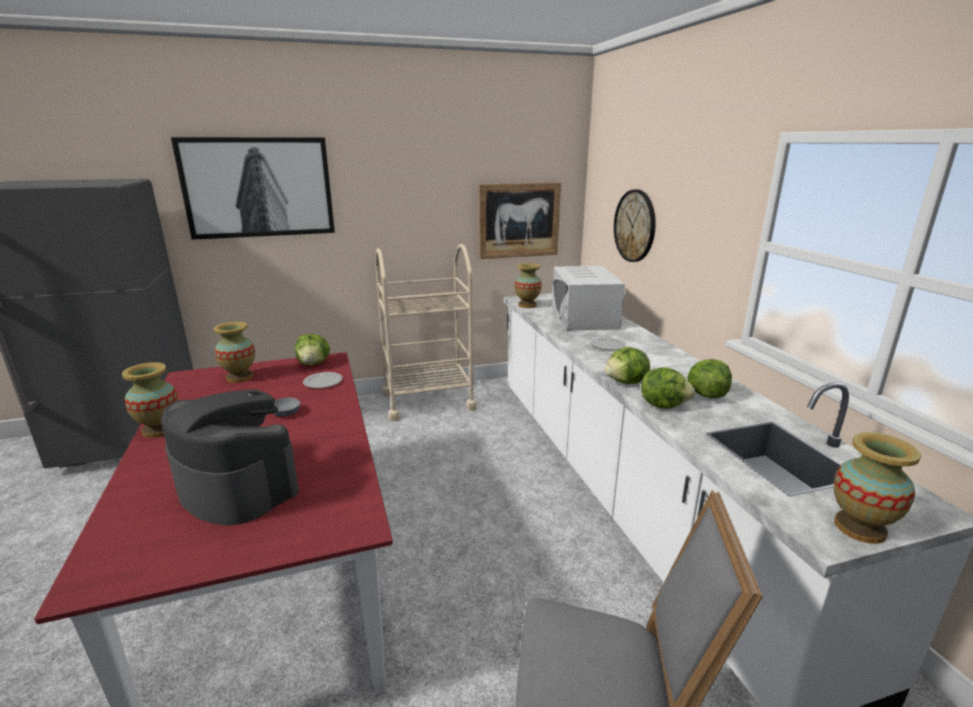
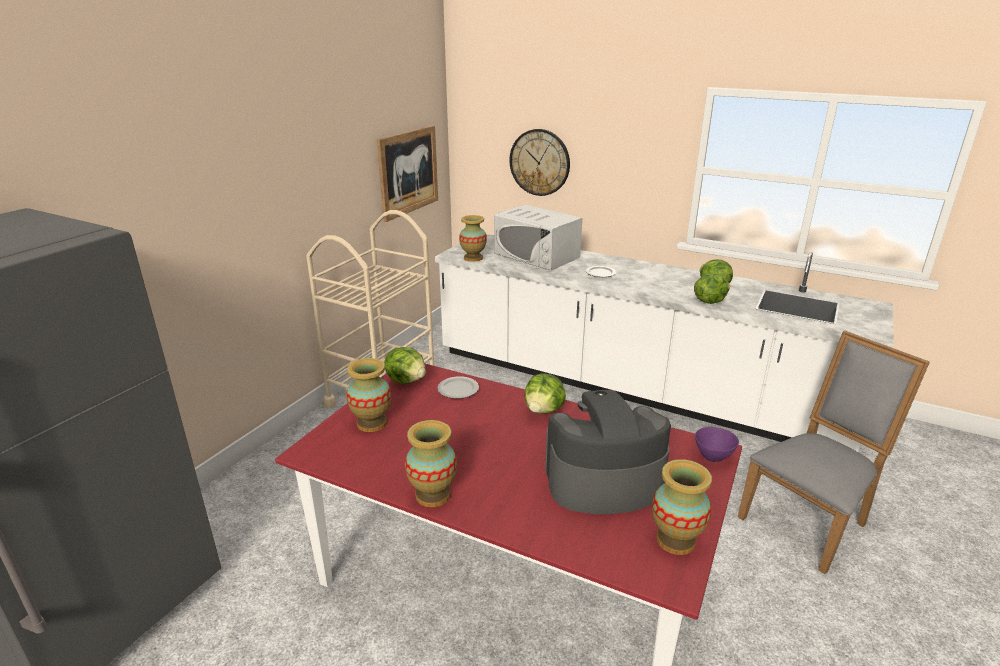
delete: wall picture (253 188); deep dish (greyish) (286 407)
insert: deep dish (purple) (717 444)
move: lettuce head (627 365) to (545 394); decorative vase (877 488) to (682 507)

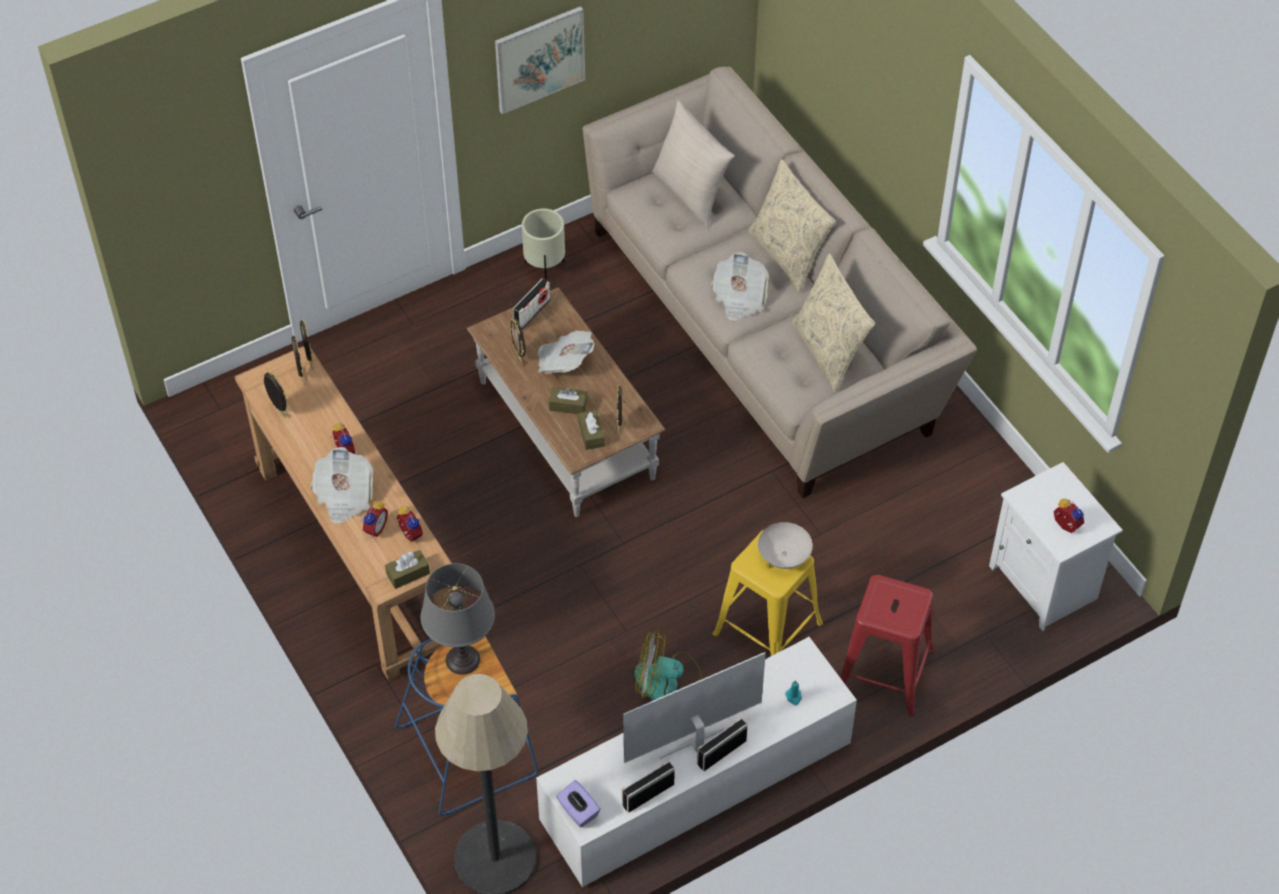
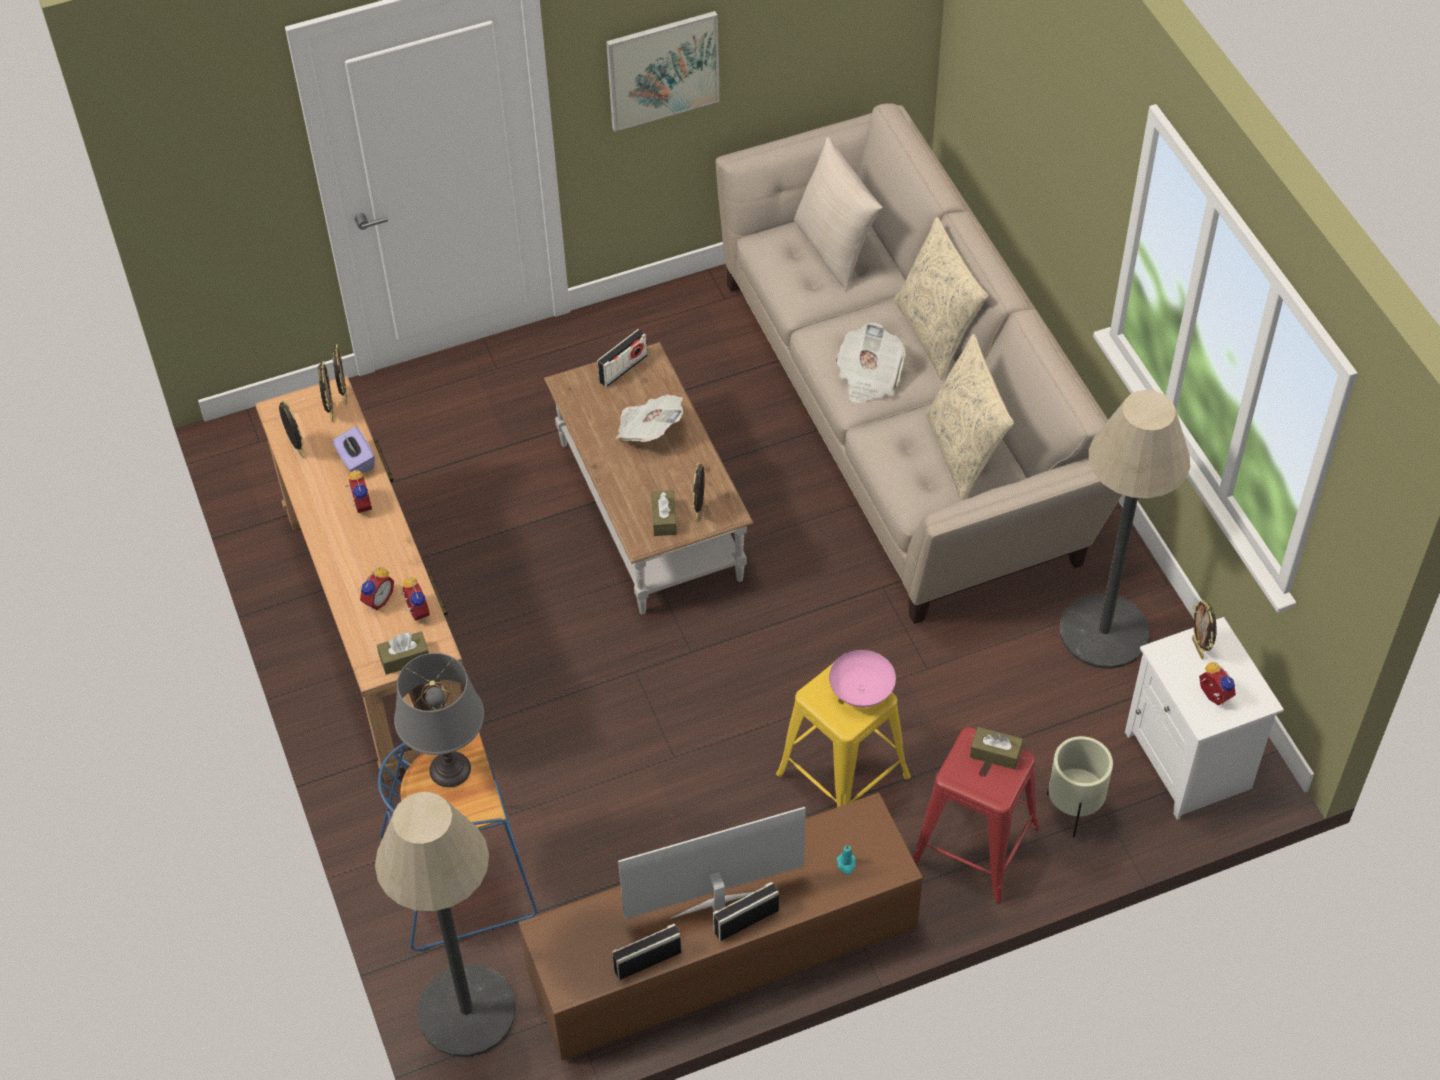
delete: printed paper (342 485); fan (668 665)
insert: standard lamp (1125 529)
move: flower pot (beige-coloured) (543 244) to (1080 786); picture frame (517 341) to (1204 630); tissue box (brown) (568 400) to (996 748); tissue box (purple) (578 804) to (353 449)
recolor: deep dish (white-coloured) (785 545) to deep dish (pinkish) (862 678); media console (white-coloured) (696 762) to media console (brown) (720 926)

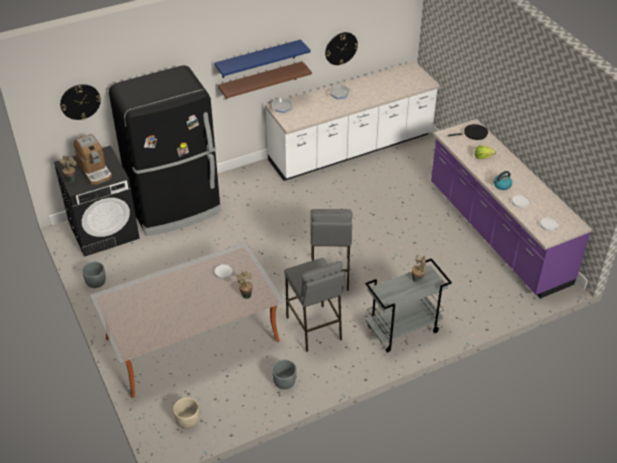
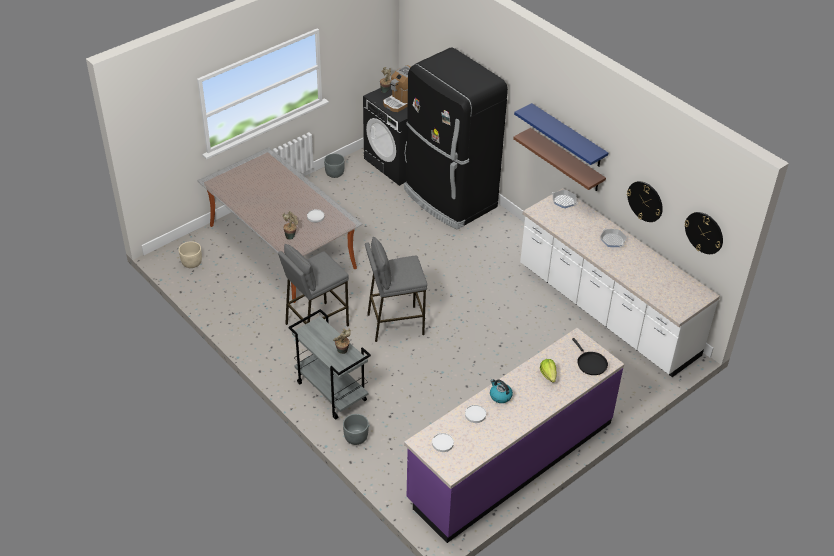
move: hanging clock (80 102) to (703 233); flower pot (greyish) (284 374) to (356 429)

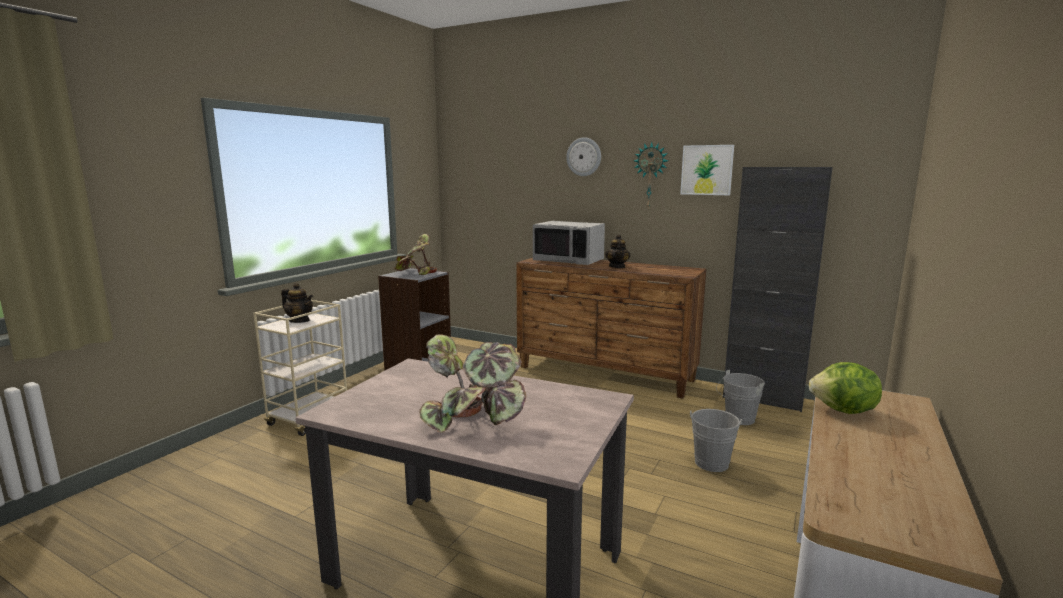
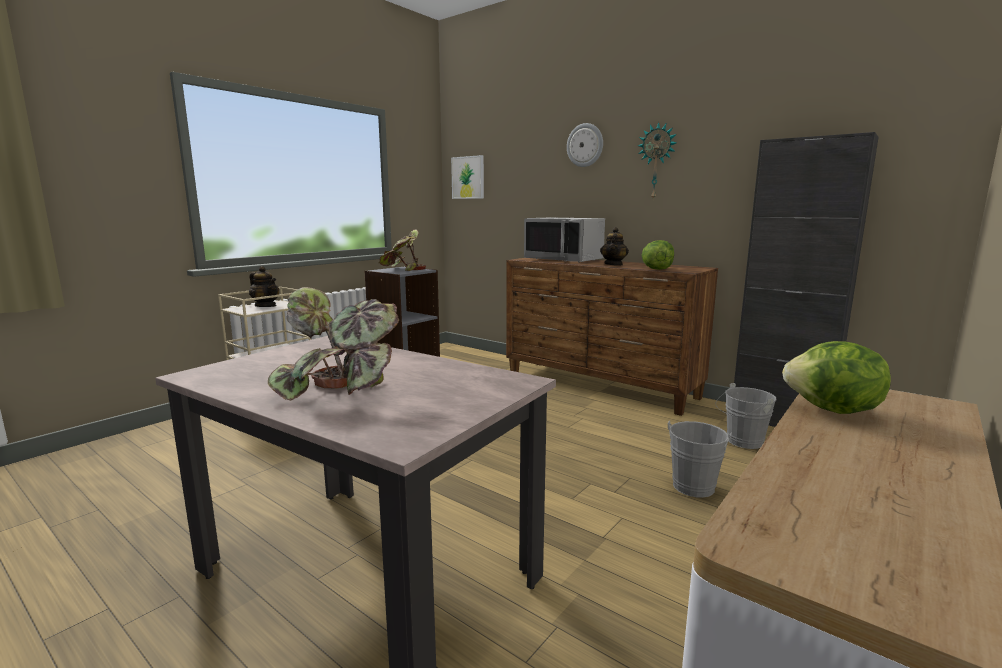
insert: lettuce head (658 255)
move: wall picture (707 170) to (467 177)

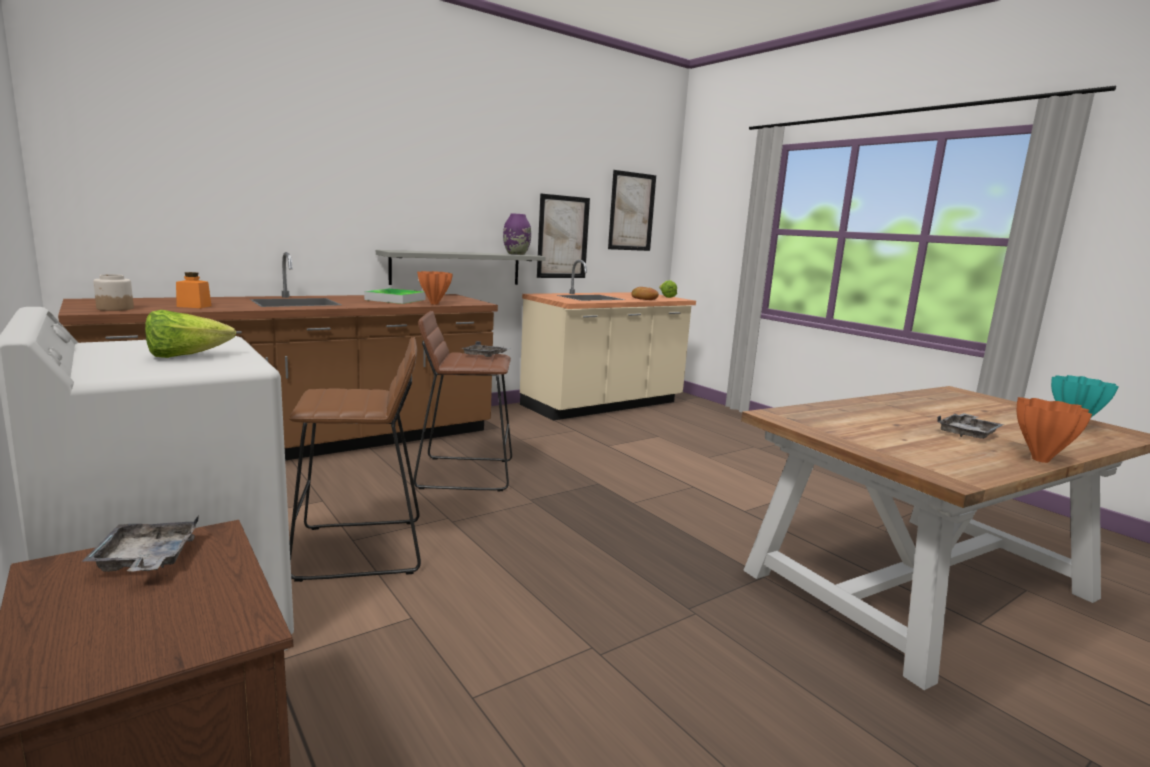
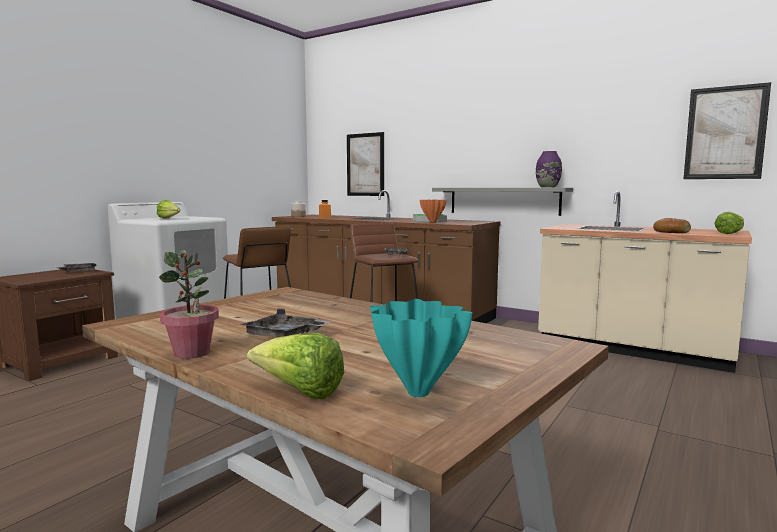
insert: lettuce head (295 366)
move: wall picture (563 235) to (365 164)
replace: decorative vase (orangey) (1054 430) to houseplant (189 304)

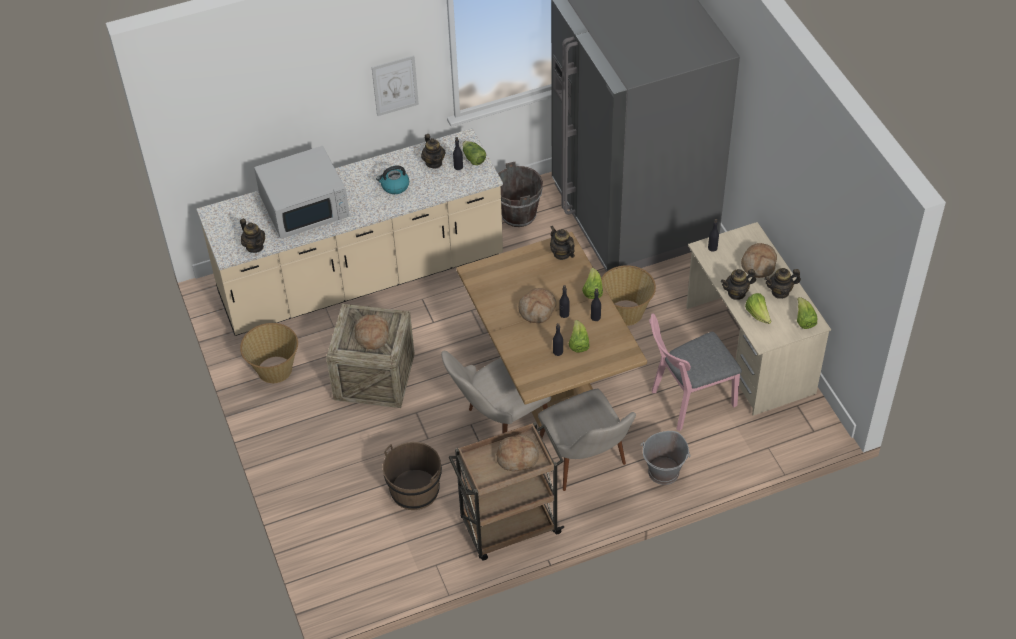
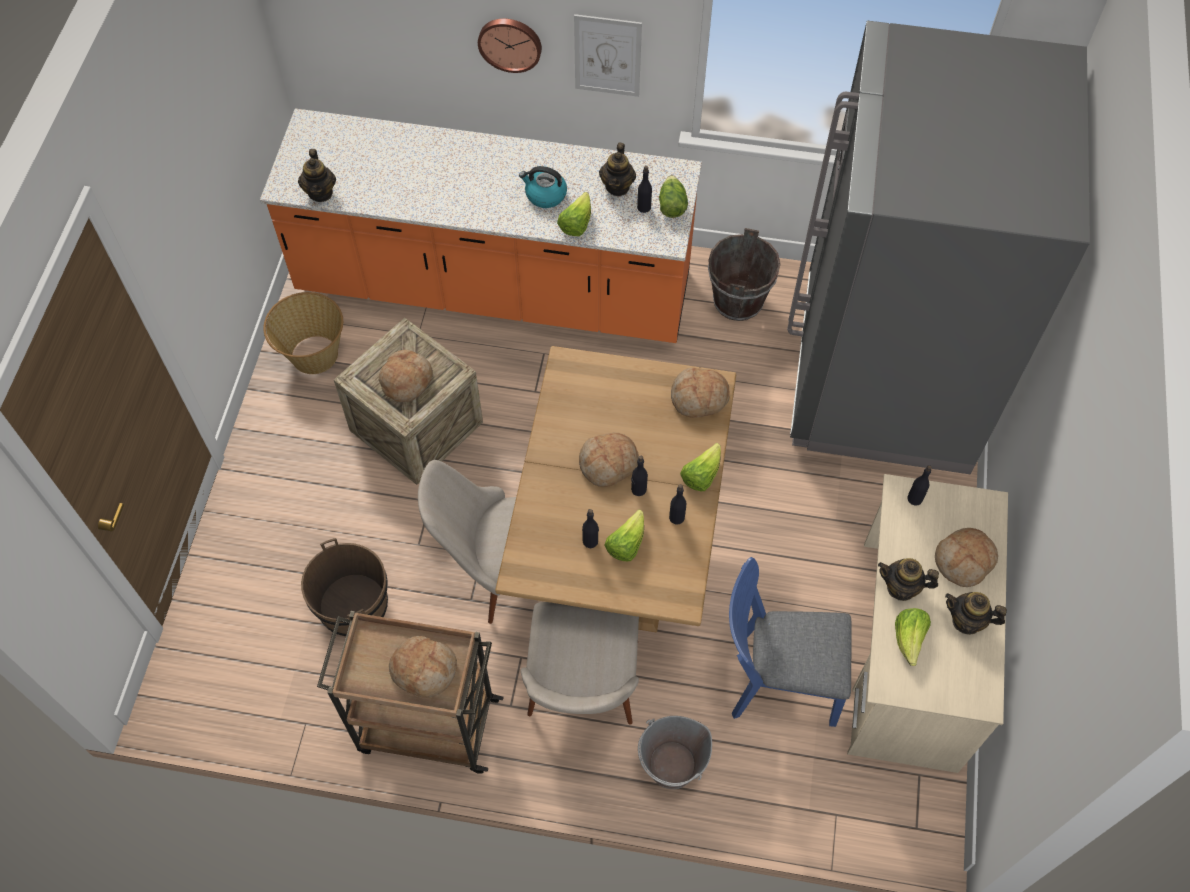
delete: microwave oven (white-coloured) (302 192); storage basket (628 295)
insert: hanging clock (510 46)
move: lettuce head (807 313) to (574 214)
replace: teapot (562 243) to bread (700 393)
recolor: kitchen counter (beige-coloured) (349 232) to kitchen counter (orangey) (481 225); upright chair (pinkish) (695 372) to upright chair (blue-coloured) (790 642)

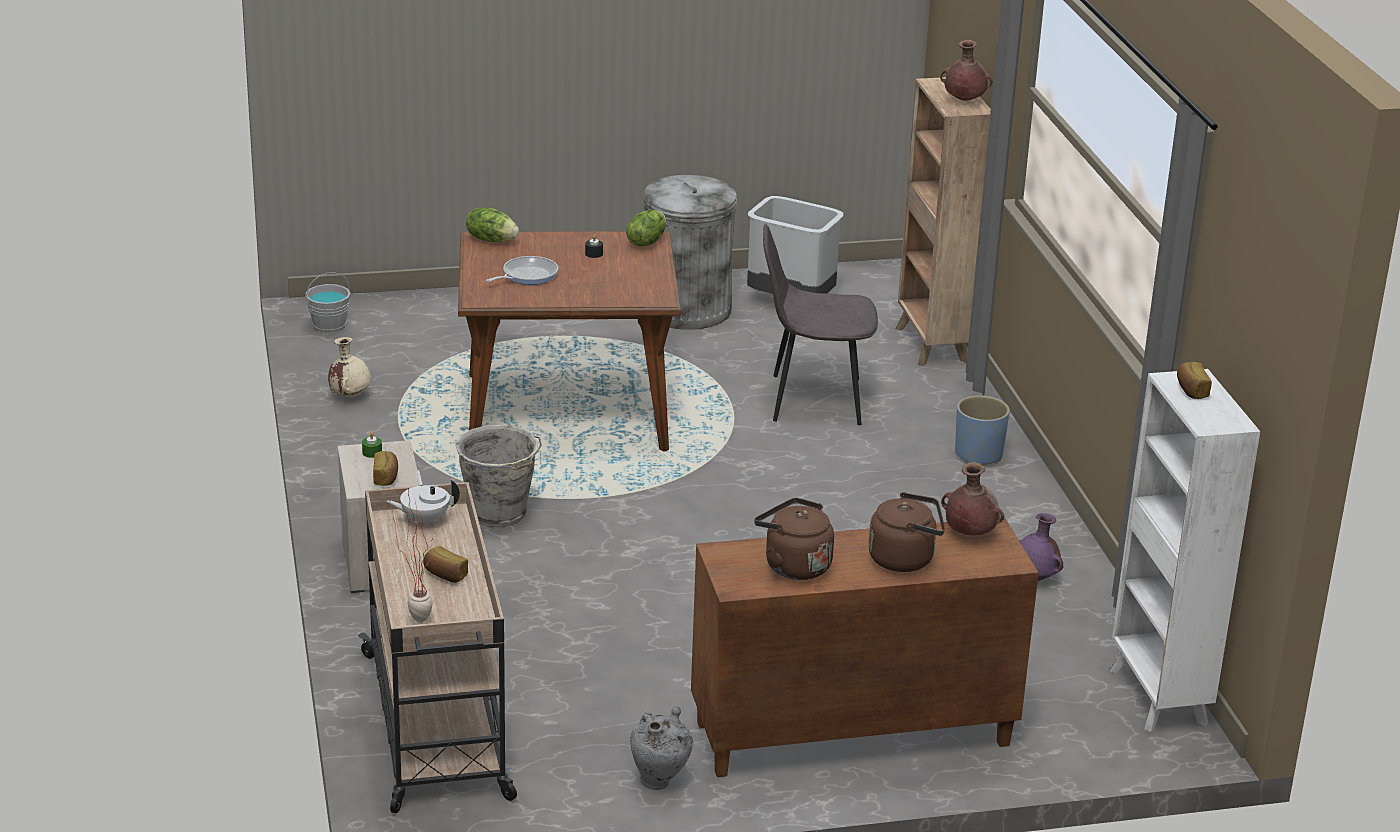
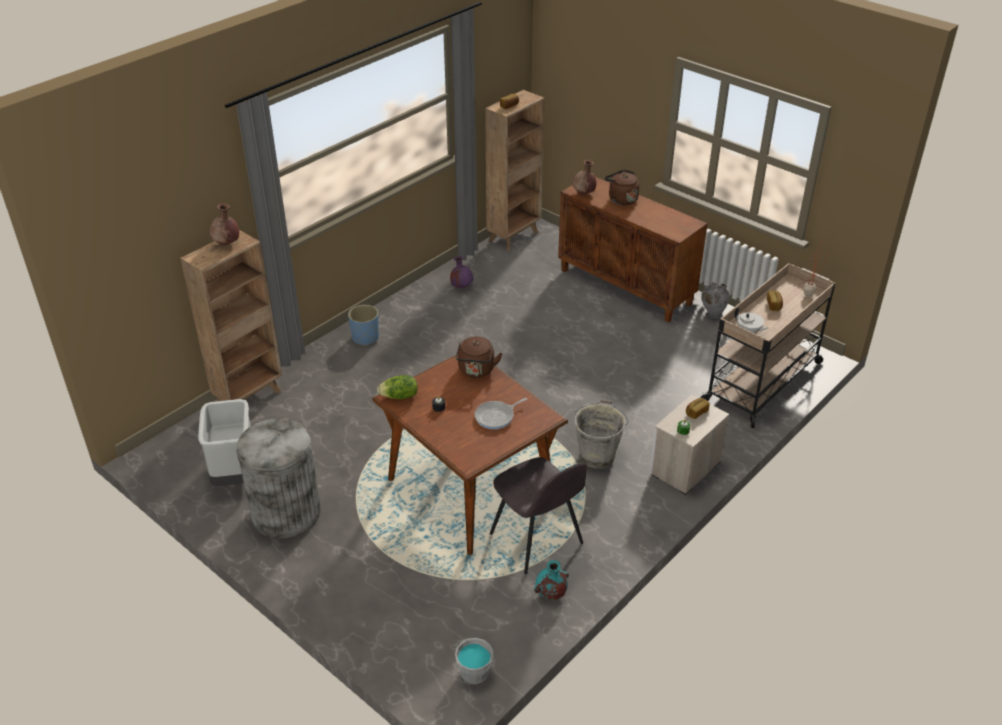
delete: lettuce head (492 225)
move: upright chair (greyish) (820 324) to (538 515); kettle (brown) (794 539) to (479 357)
recolor: decorative vase (beige-coloured) (349 367) to decorative vase (blue-green) (551 580); bookcase (white-coloured) (1184 550) to bookcase (brown) (514 170)
rotate: pan (522 270) = (501 413) 45 degrees counterclockwise

